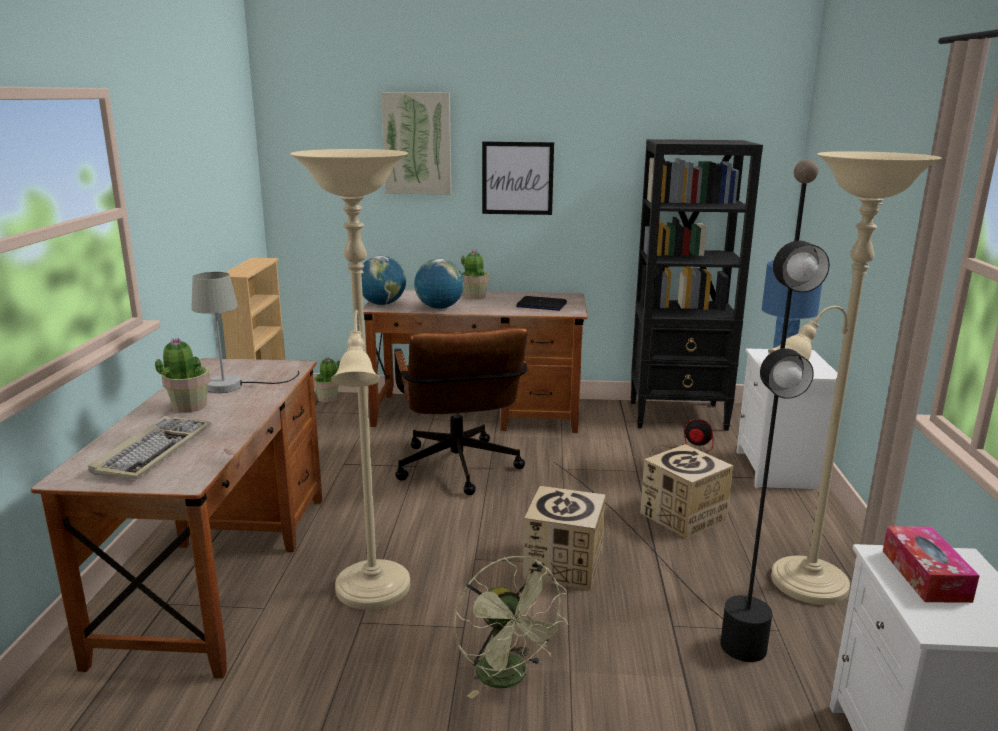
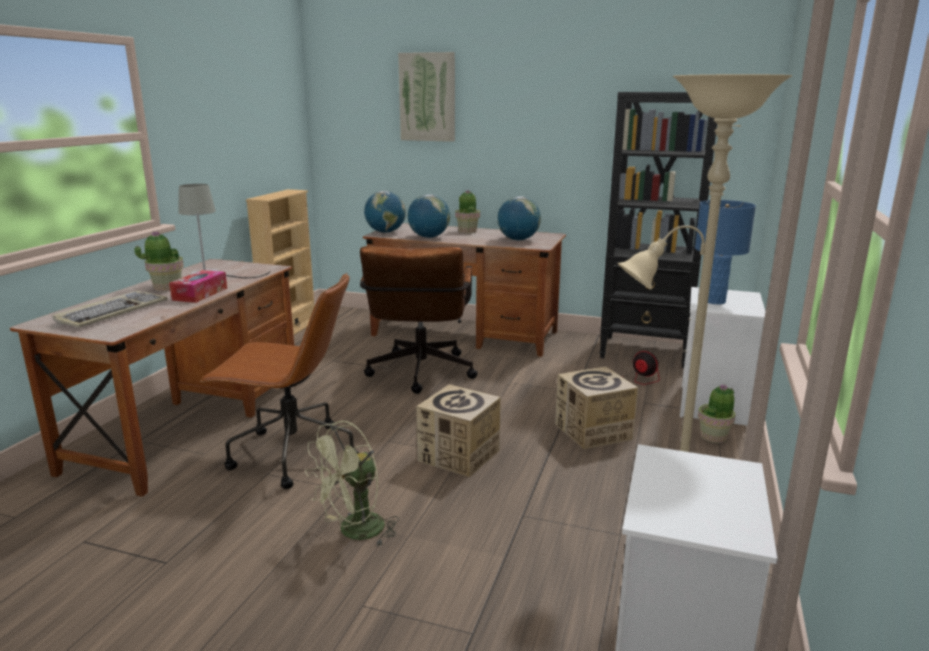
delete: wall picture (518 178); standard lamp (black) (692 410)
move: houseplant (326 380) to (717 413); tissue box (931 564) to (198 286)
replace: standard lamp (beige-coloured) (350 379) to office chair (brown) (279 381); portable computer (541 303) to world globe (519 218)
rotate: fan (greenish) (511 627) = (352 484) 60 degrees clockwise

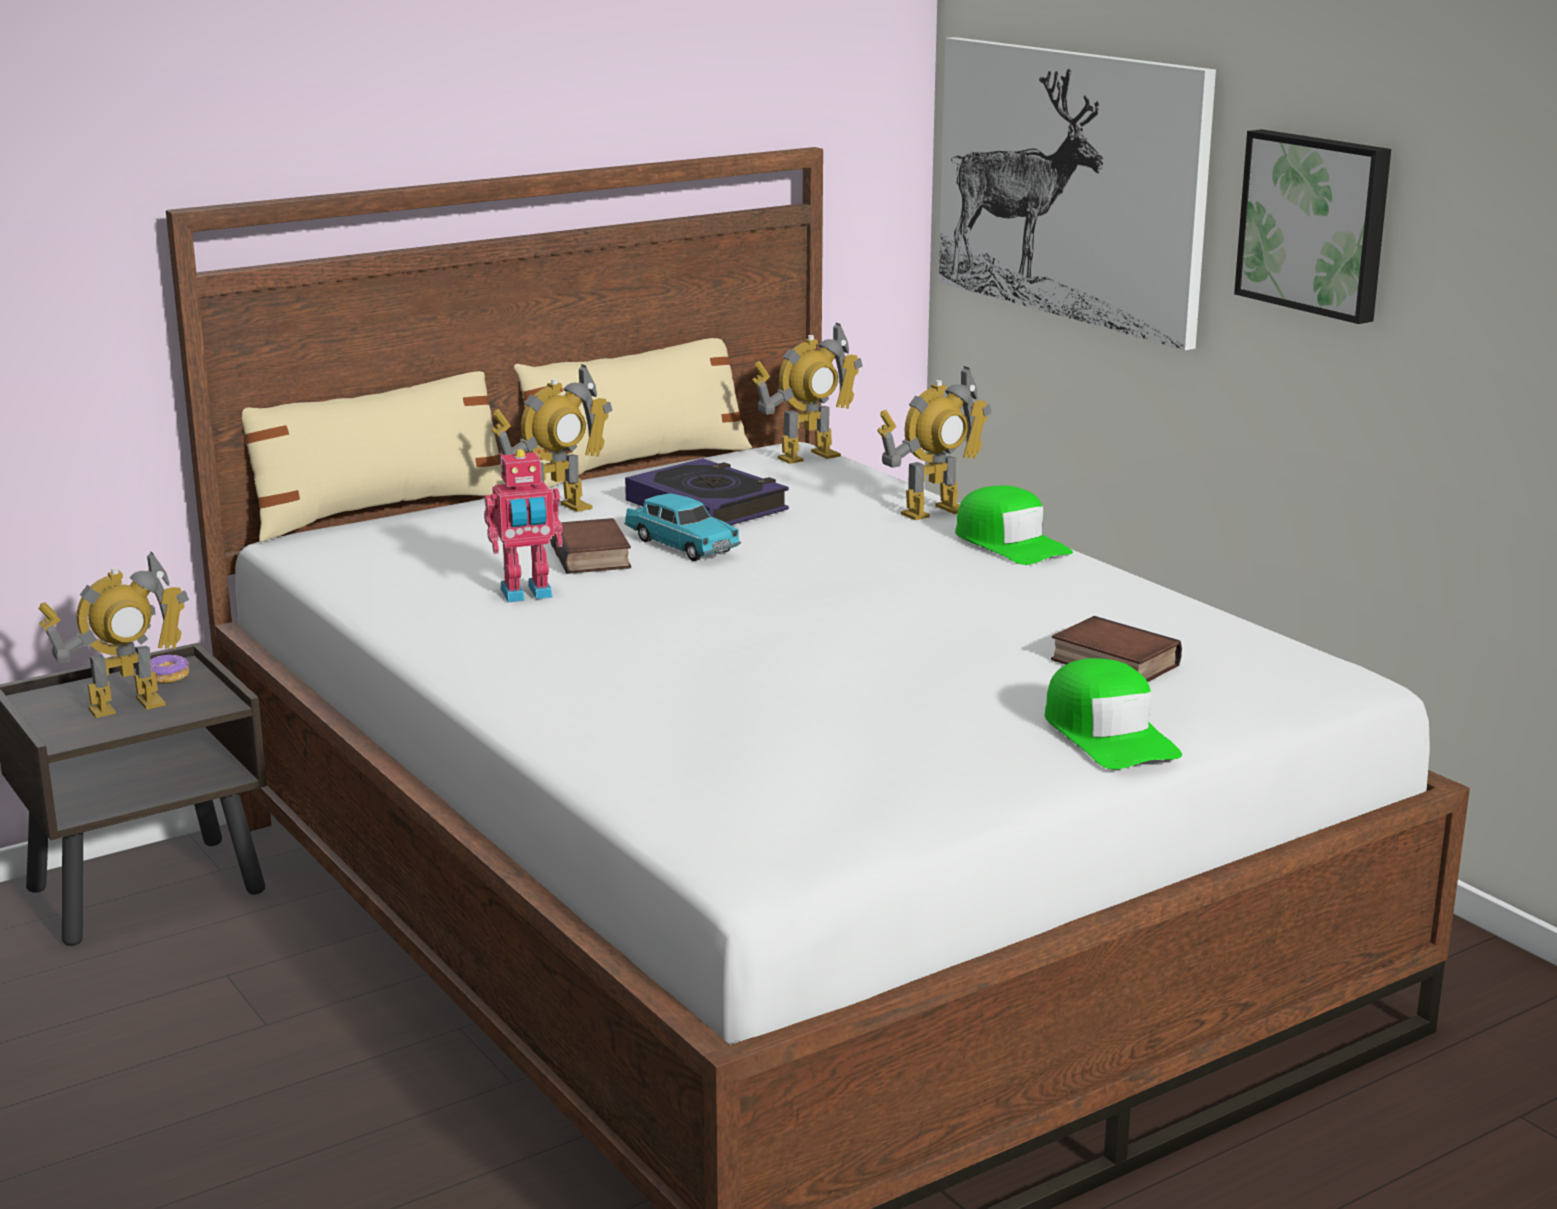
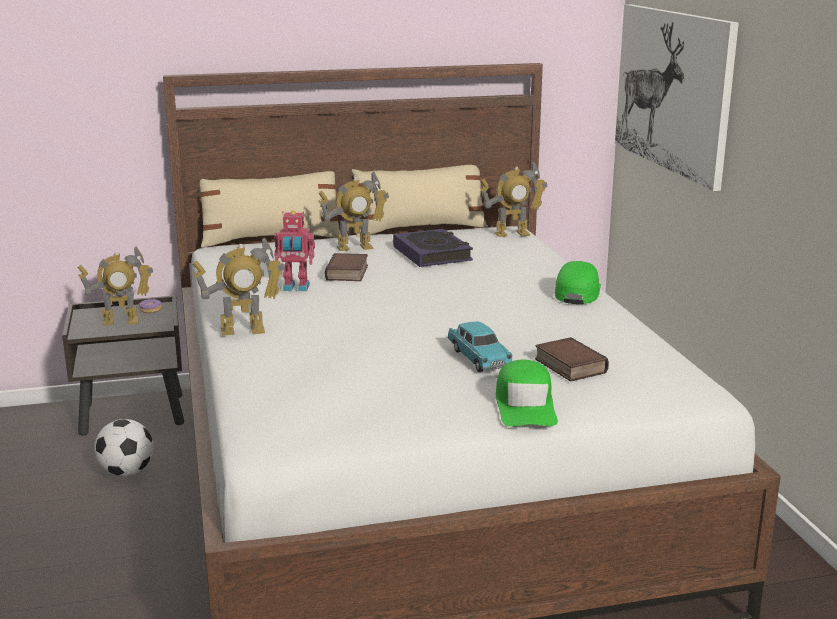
delete: wall picture (1312 226)
insert: football (123 448)
move: robot figure (934 443) to (239 286); toy car (blue-green) (682 527) to (479 346)
rotate: baseball cap (greenish) (1014 525) = (578 282) 150 degrees counterclockwise

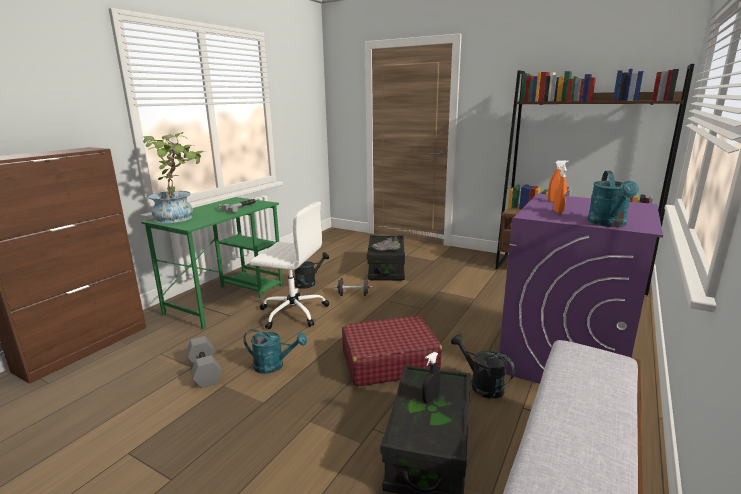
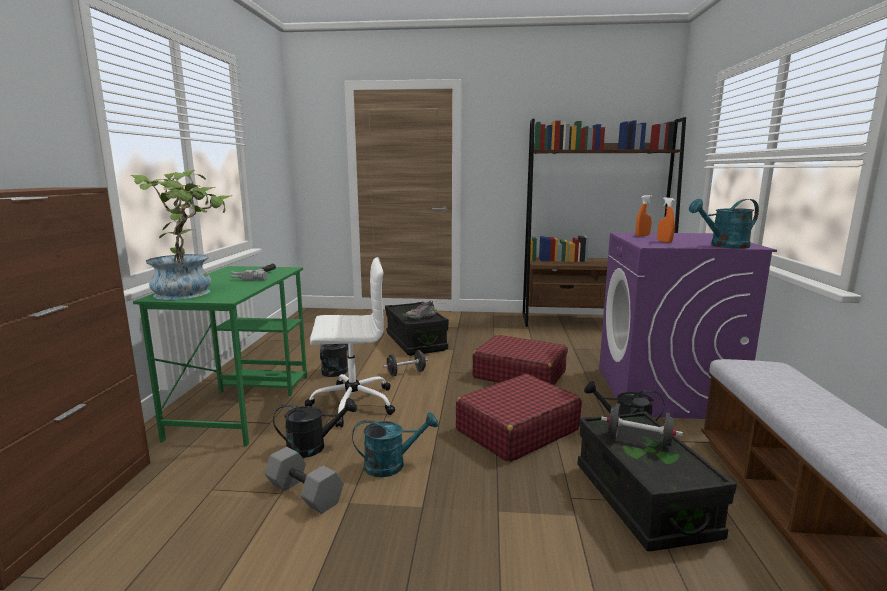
insert: travel case (red-coloured) (520 360); watering can (black) (315 428)
replace: spray bottle (black) (431 377) to free weight (black) (642 426)
rotate: watering can (blue-green) (613 199) = (724 224) 90 degrees clockwise

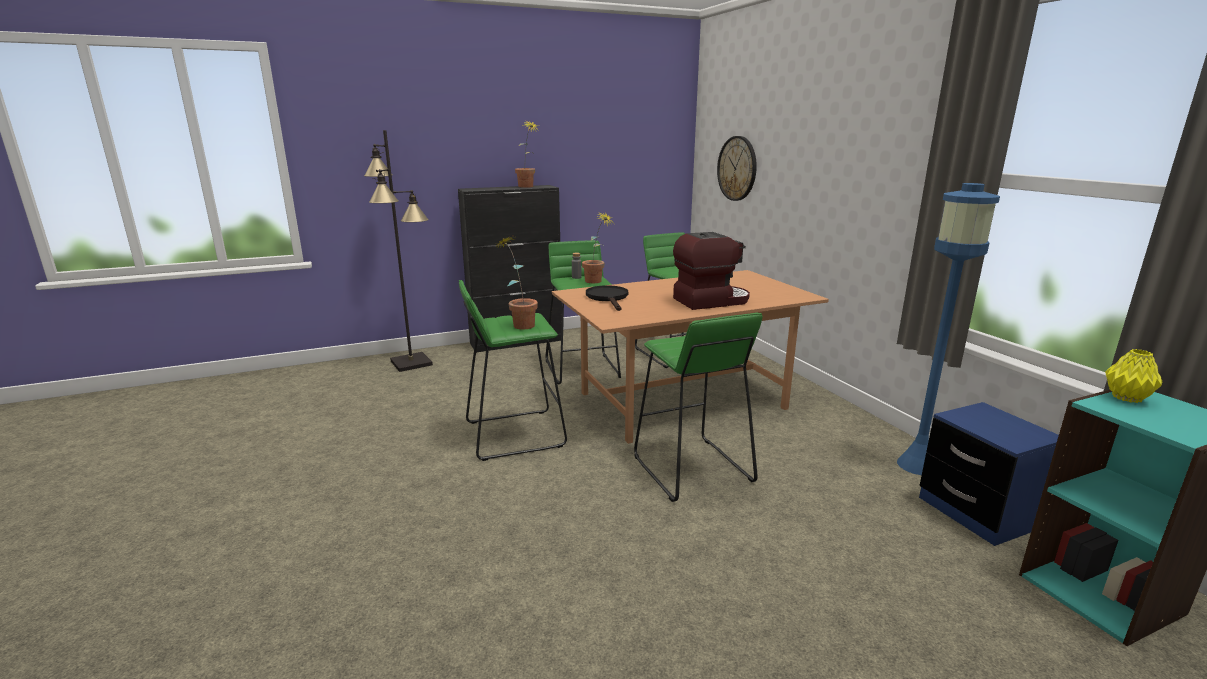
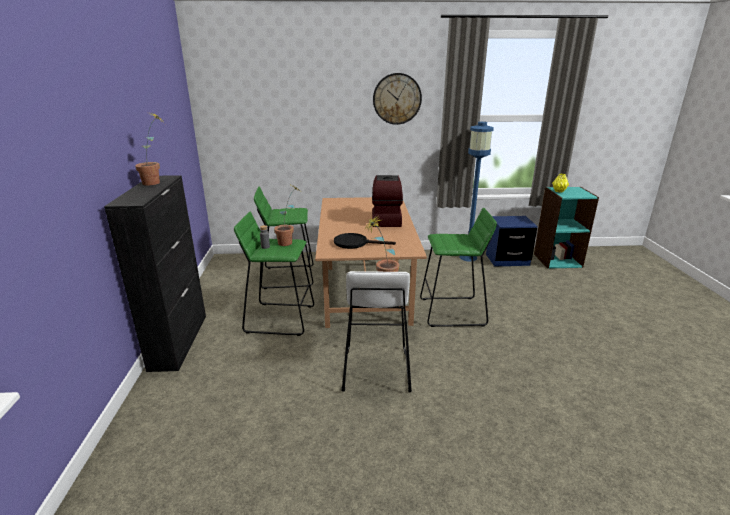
delete: standard lamp (black) (398 251)
move: hanging clock (737 168) to (397 99)
recolor: stool seat (greenish) (513 370) to stool seat (white-coloured) (376 331)

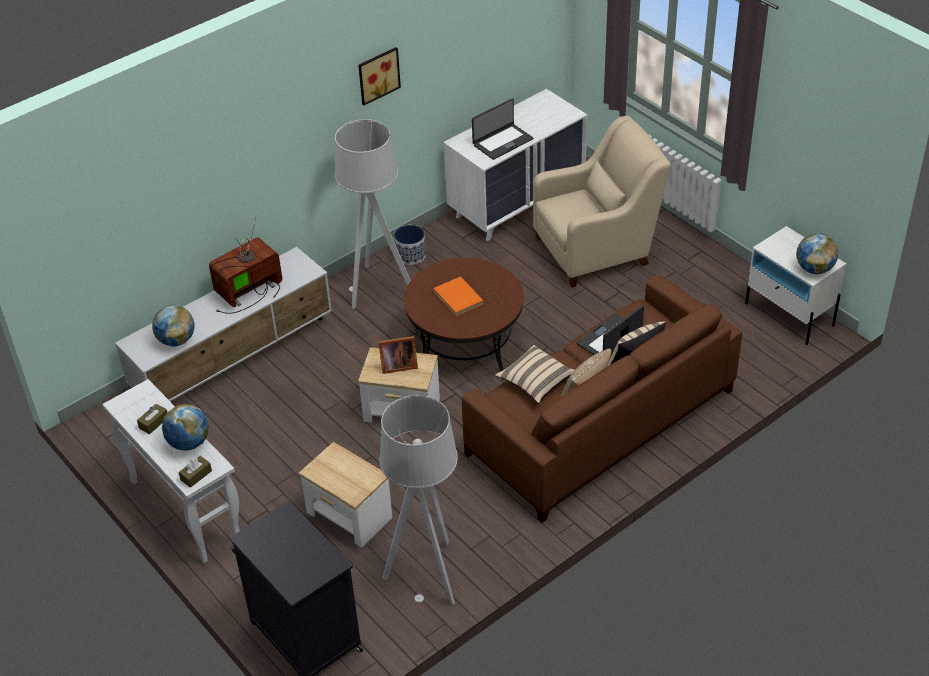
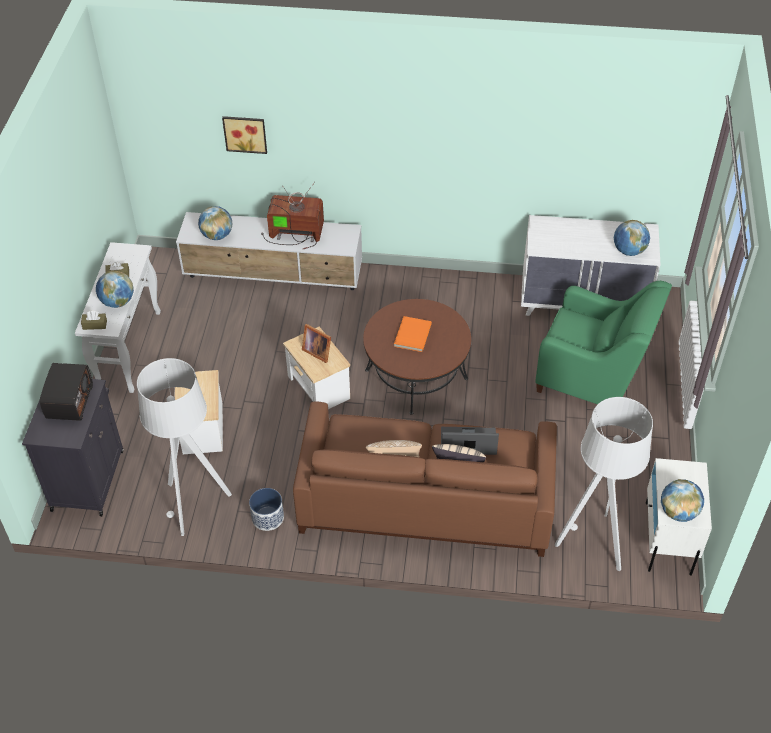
delete: portable computer (502 129); throw pillow (beige-coloured) (534 374)
insert: world globe (632 238); radio receiver (66 392)
move: wall picture (379 76) to (244 135); standard lamp (greyish) (373 214) to (604 484); flower pot (410 245) to (266 509)
recolor: lounge chair (beige-coloured) (602 201) to lounge chair (greenish) (603 342)

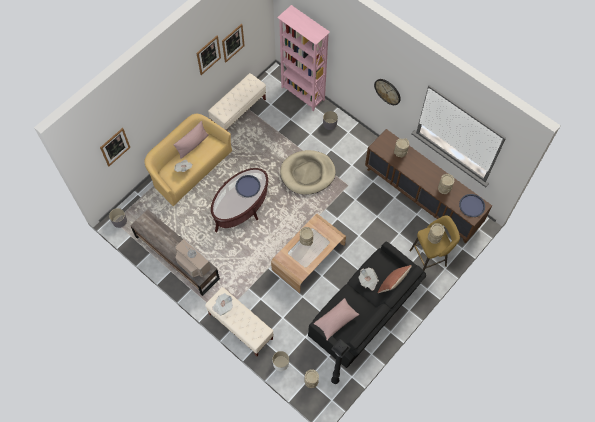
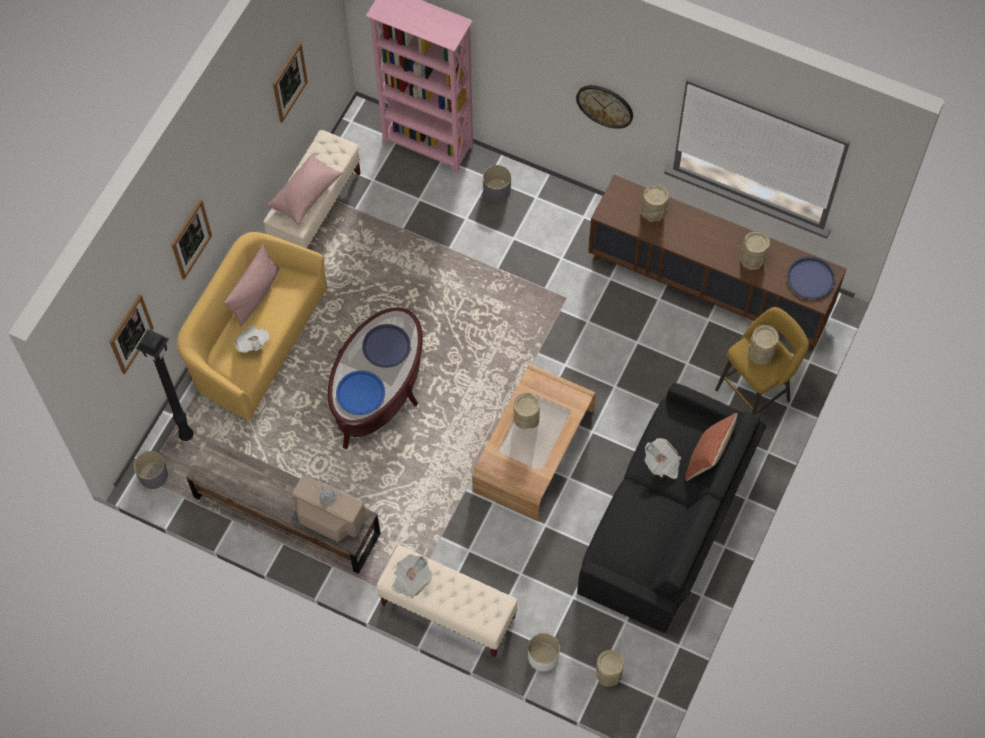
delete: pet bed (beige-coloured) (308 172)
insert: tray (blue-coloured) (360 392)
move: wall picture (209 55) to (191 240); throw pillow (pinkish) (336 319) to (304 189); standard lamp (black) (341 361) to (165 385)

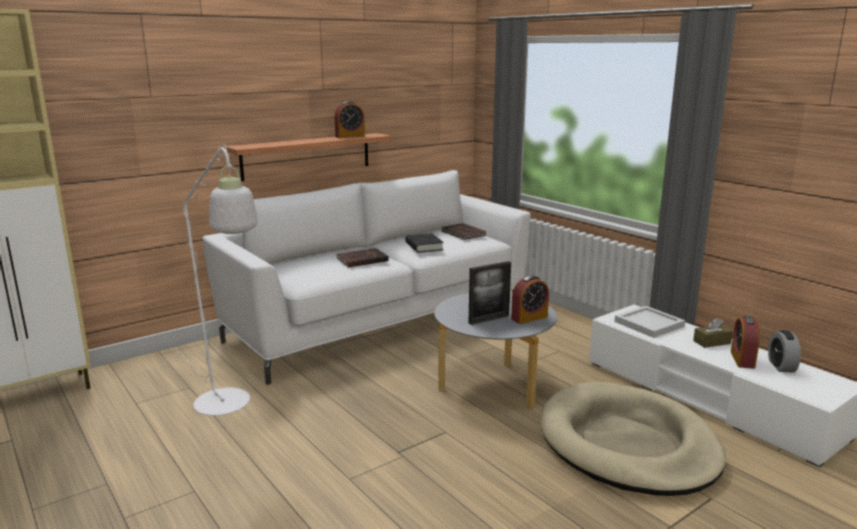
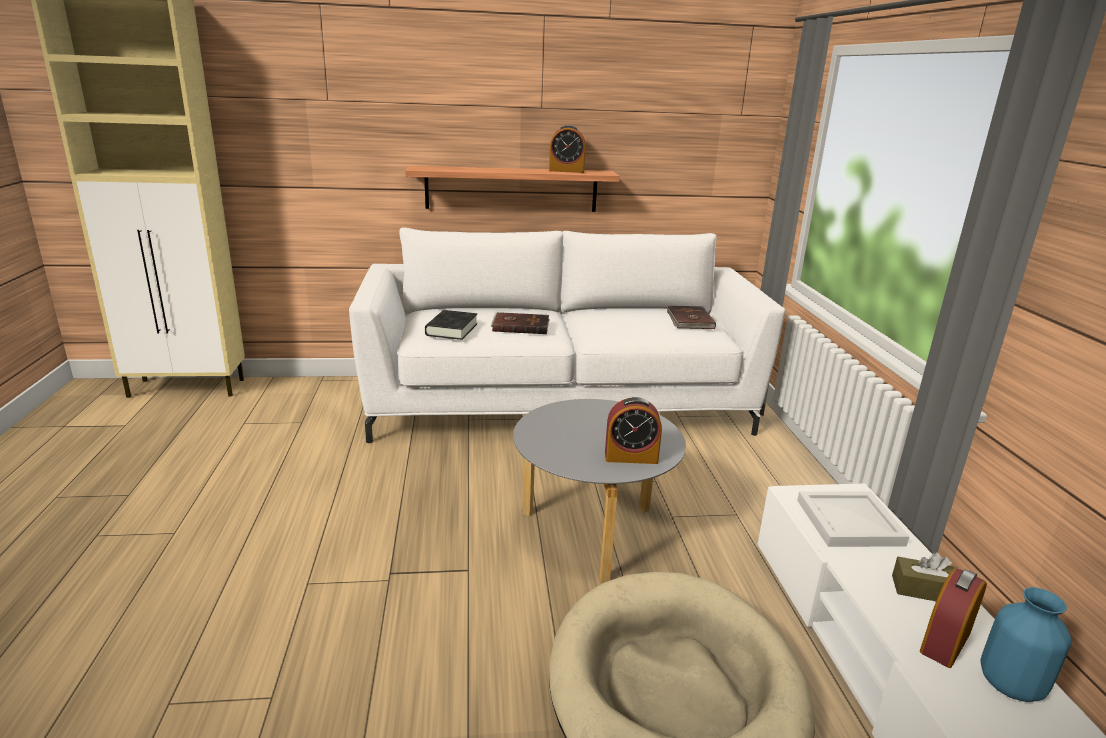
delete: standard lamp (white-coloured) (217 280); picture frame (489 293)
move: book (black) (424 243) to (451 325)
replace: alarm clock (784 351) to decorative vase (blue-coloured) (1026 644)

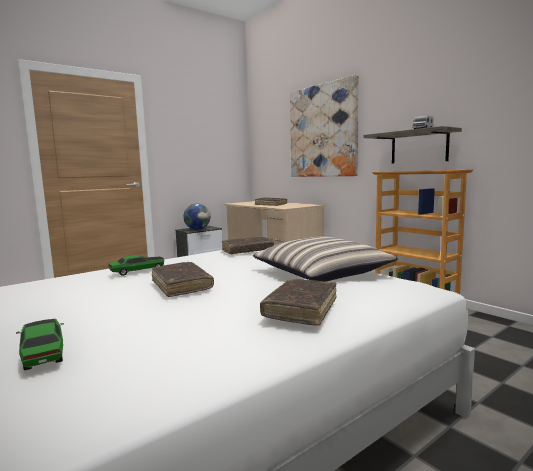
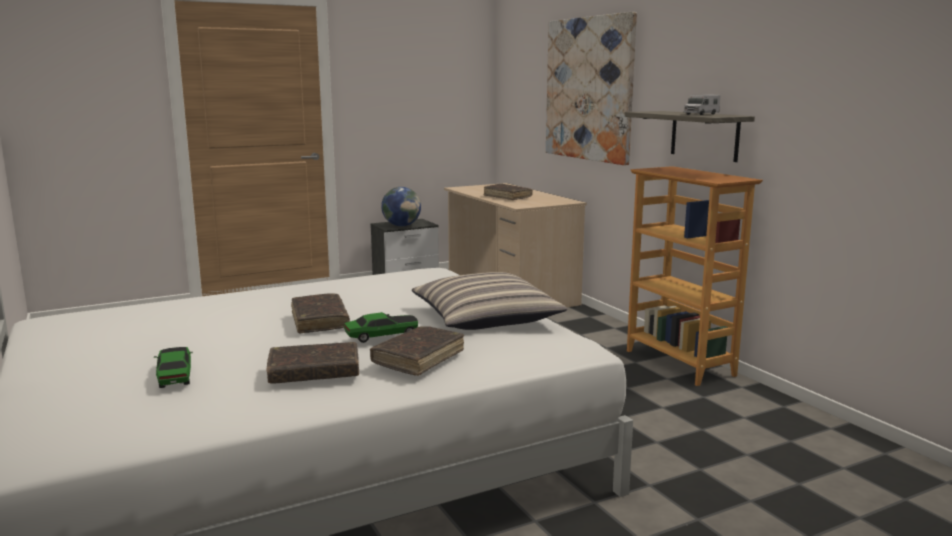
move: book (brown) (247 245) to (313 363); toy car (136 265) to (381 327)

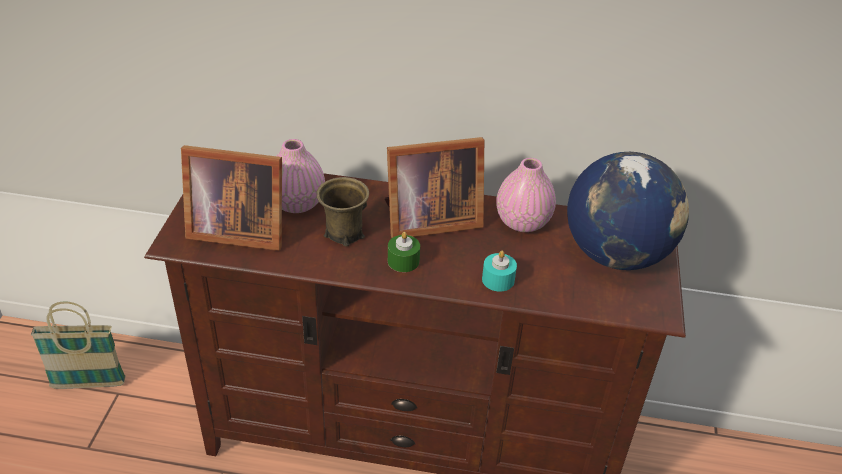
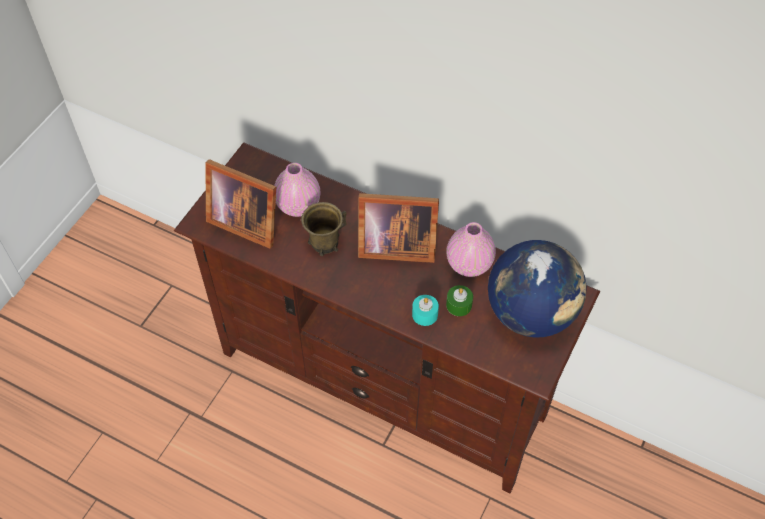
delete: storage basket (78 345)
move: wax candle (greenish) (404 252) to (459 300)

